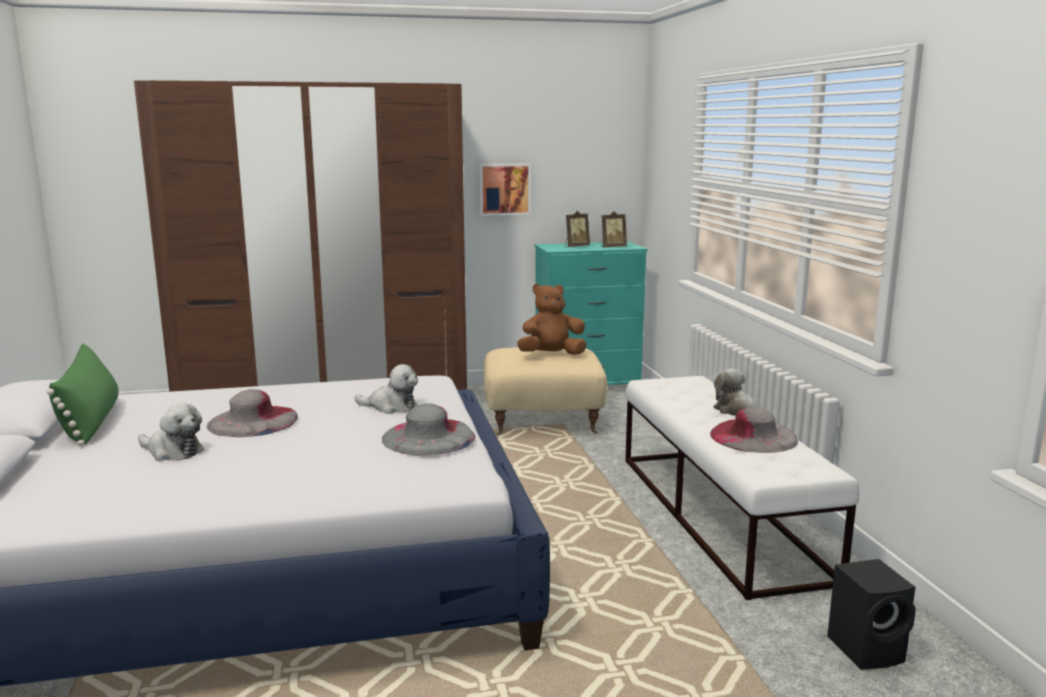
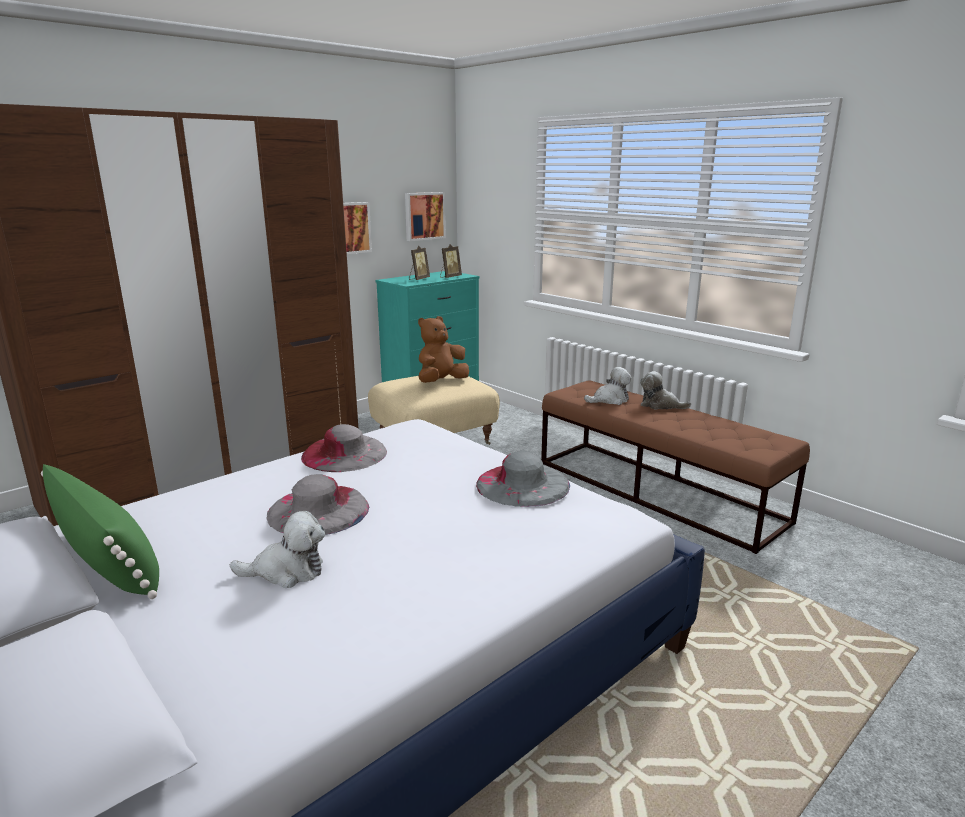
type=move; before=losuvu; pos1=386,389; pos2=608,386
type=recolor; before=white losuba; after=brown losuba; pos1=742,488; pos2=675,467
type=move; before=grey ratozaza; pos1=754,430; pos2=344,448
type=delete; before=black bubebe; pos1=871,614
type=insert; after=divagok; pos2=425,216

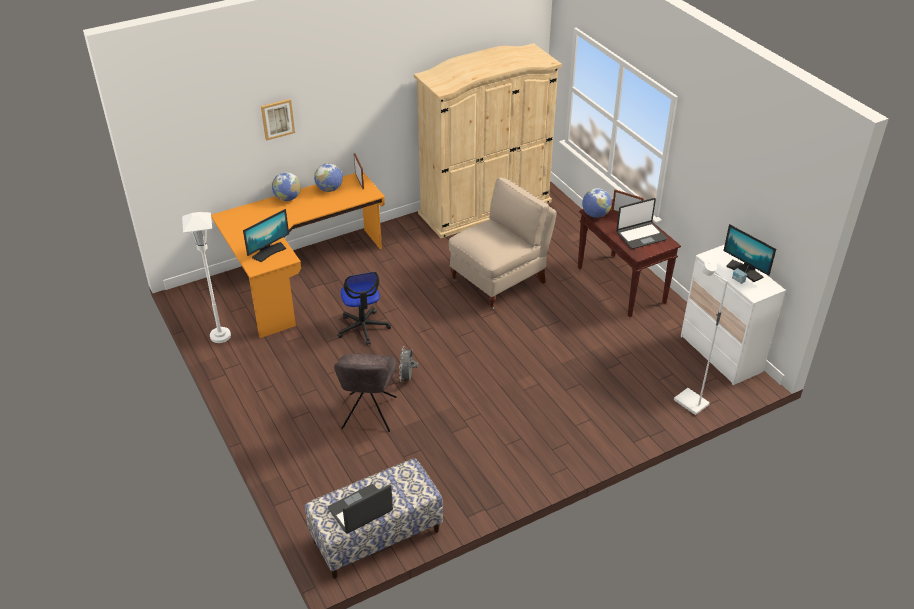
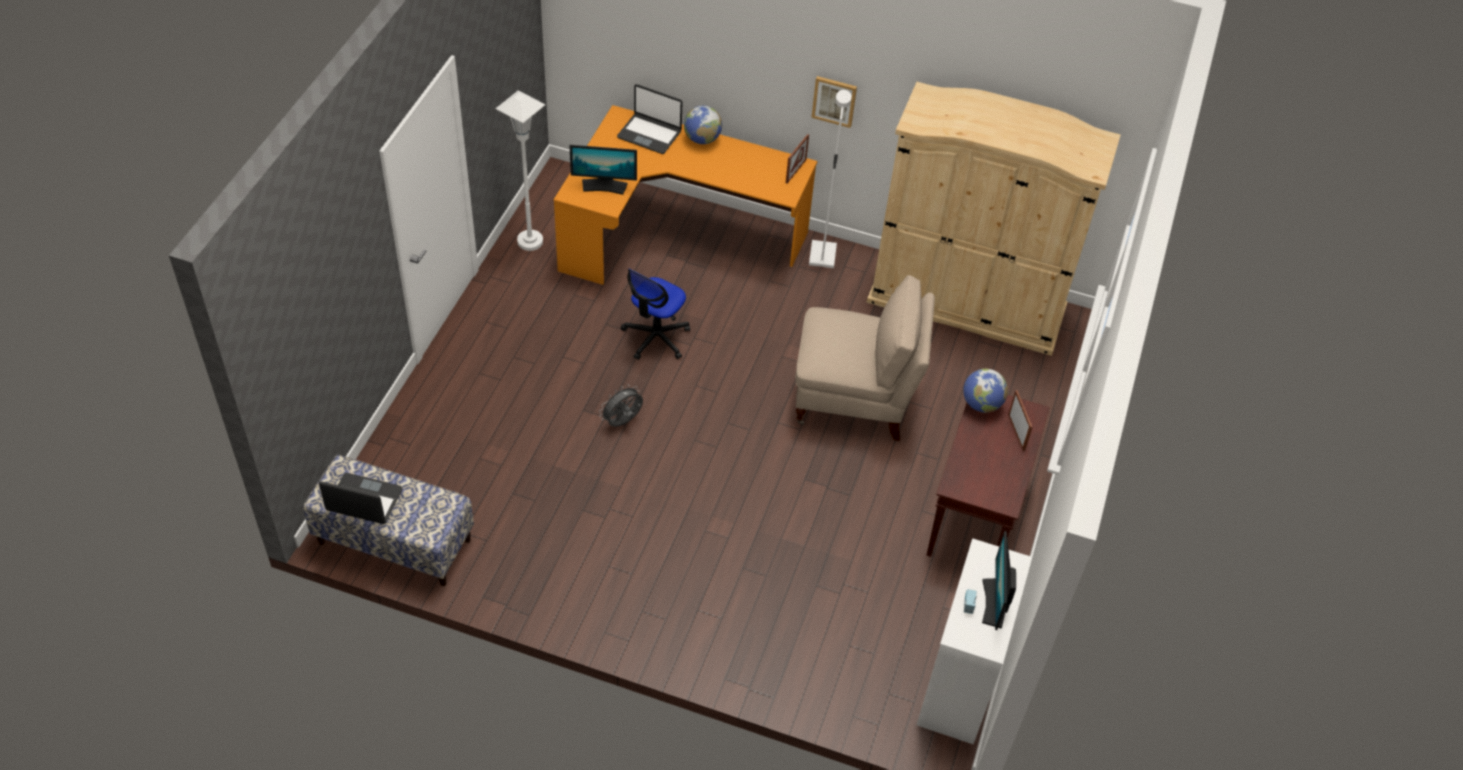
type=move; before=divagok; pos1=278,120; pos2=834,102
type=delete; before=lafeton; pos1=328,177
type=move; before=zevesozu; pos1=641,223; pos2=649,119
type=move; before=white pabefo; pos1=701,337; pos2=830,179
type=delete; before=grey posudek; pos1=365,393

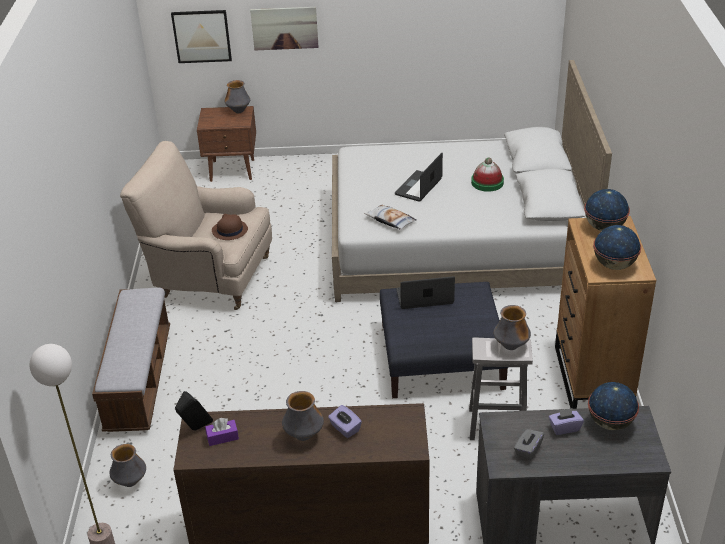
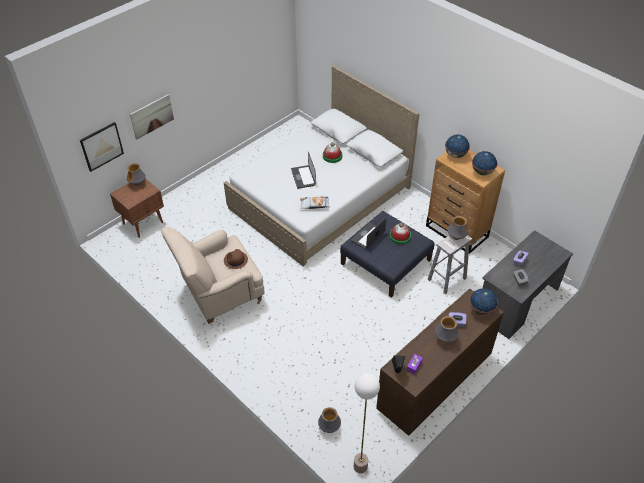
type=delete; before=losuba; pos1=131,360
type=move; before=lafeton; pos1=613,406; pos2=483,302
type=insert; after=ratozaza; pos2=400,234

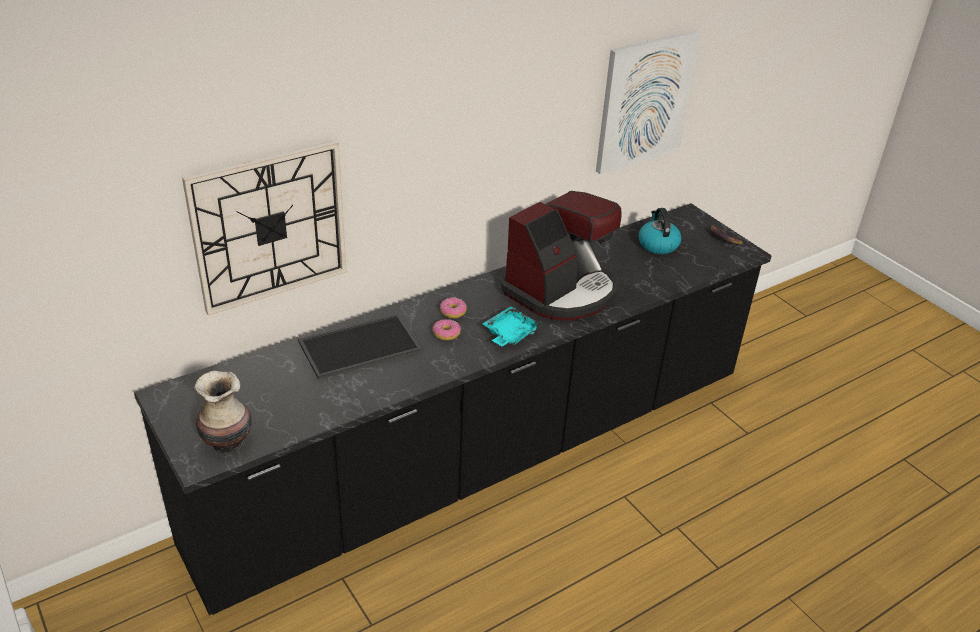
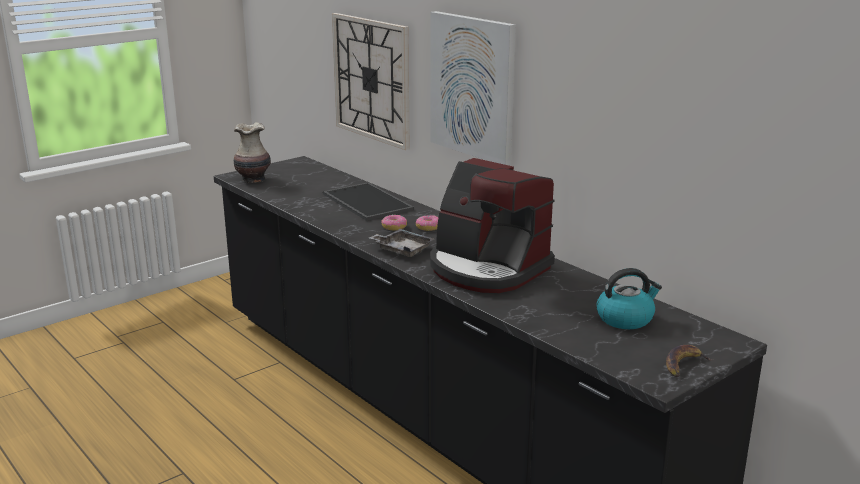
type=move; before=divagok; pos1=648,102; pos2=473,88
type=recolor; before=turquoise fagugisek; after=grey fagugisek; pos1=512,326; pos2=401,243

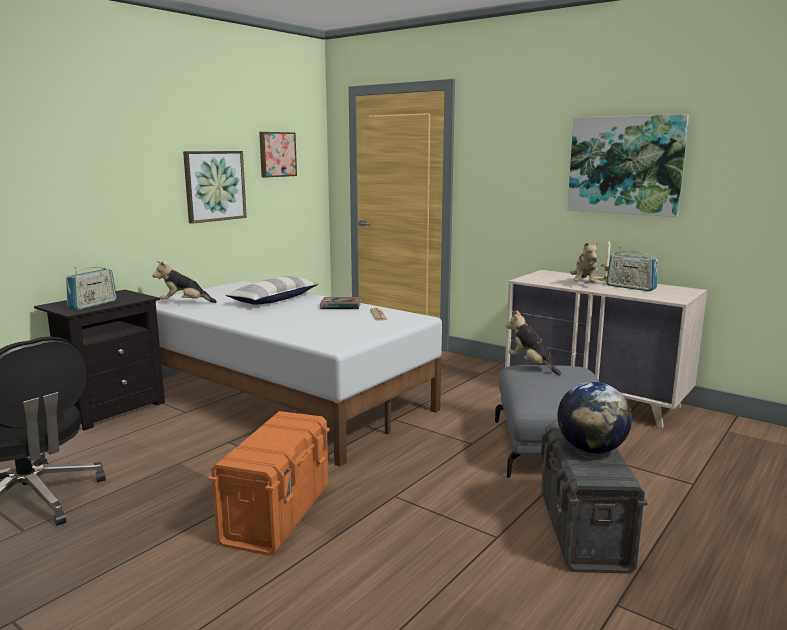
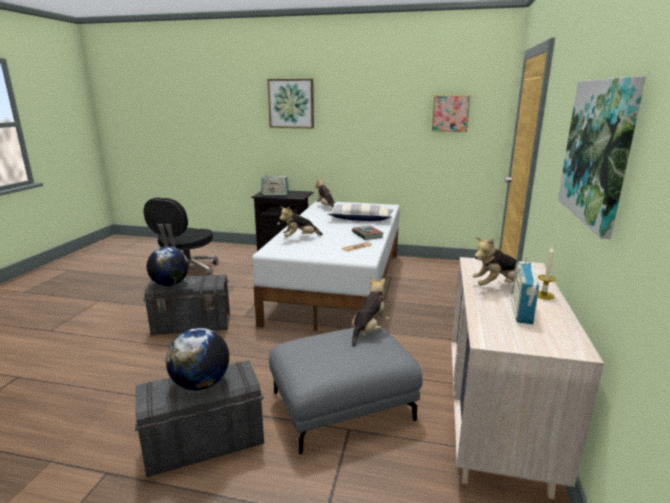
type=move; before=divagok; pos1=215,187; pos2=290,103
type=recolor; before=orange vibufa; after=grey vibufa; pos1=269,483; pos2=186,304
type=insert; after=losuvu; pos2=301,221
type=insert; after=lafeton; pos2=167,266

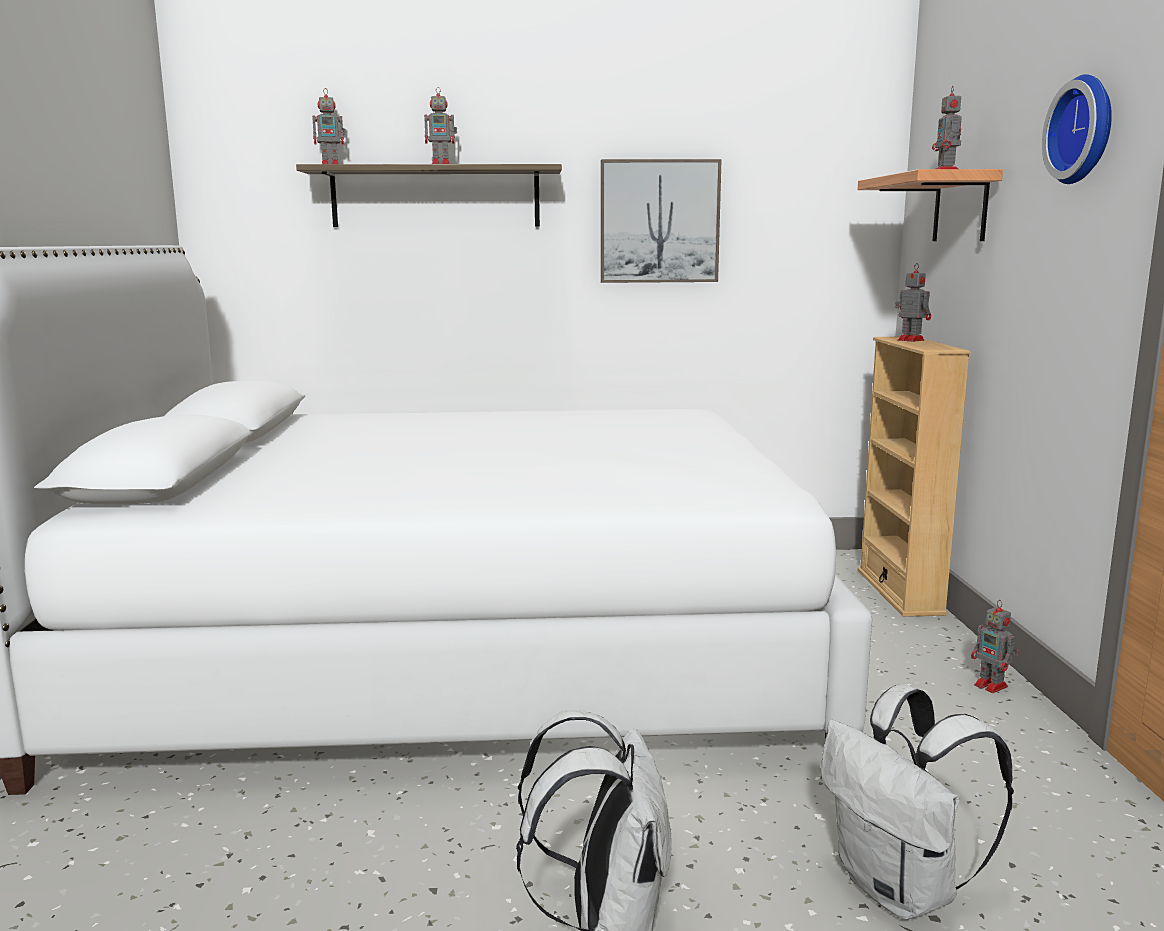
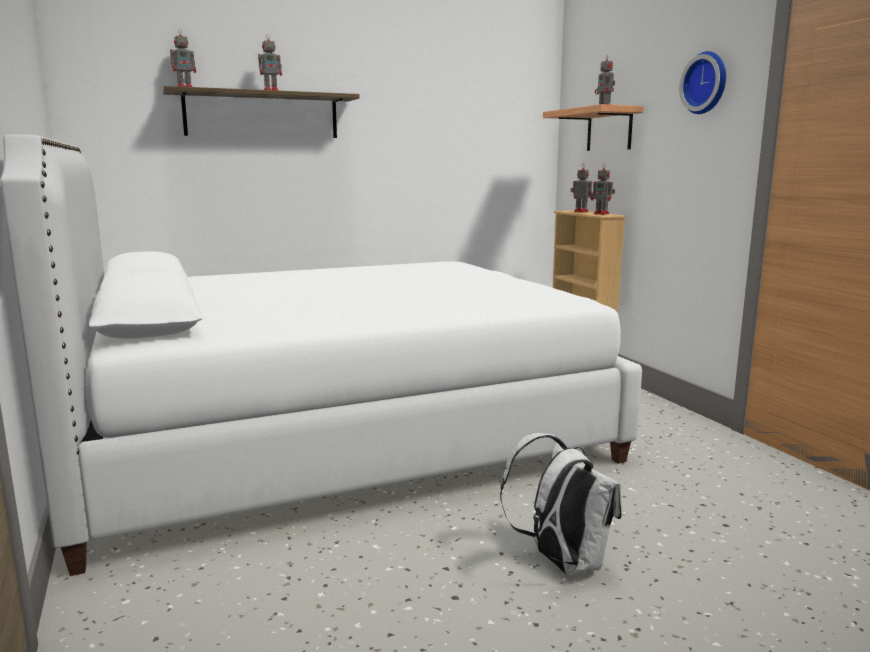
type=delete; before=divagok; pos1=661,221
type=move; before=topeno; pos1=995,646; pos2=603,189
type=delete; before=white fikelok; pos1=917,802

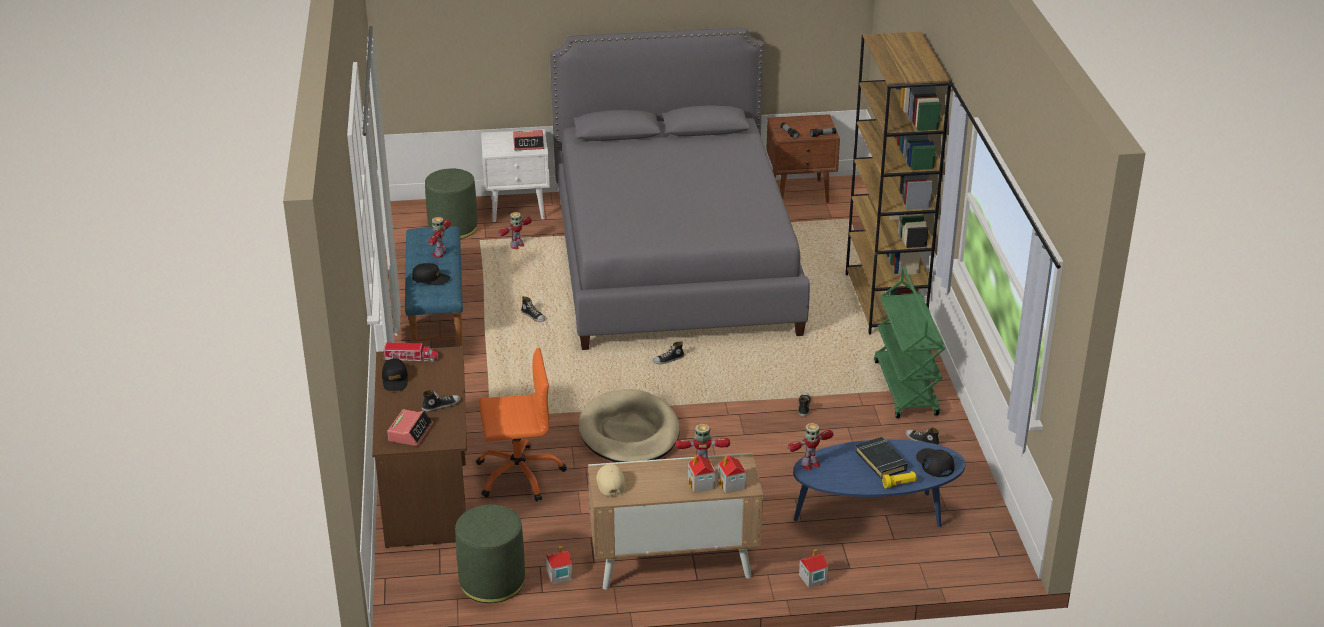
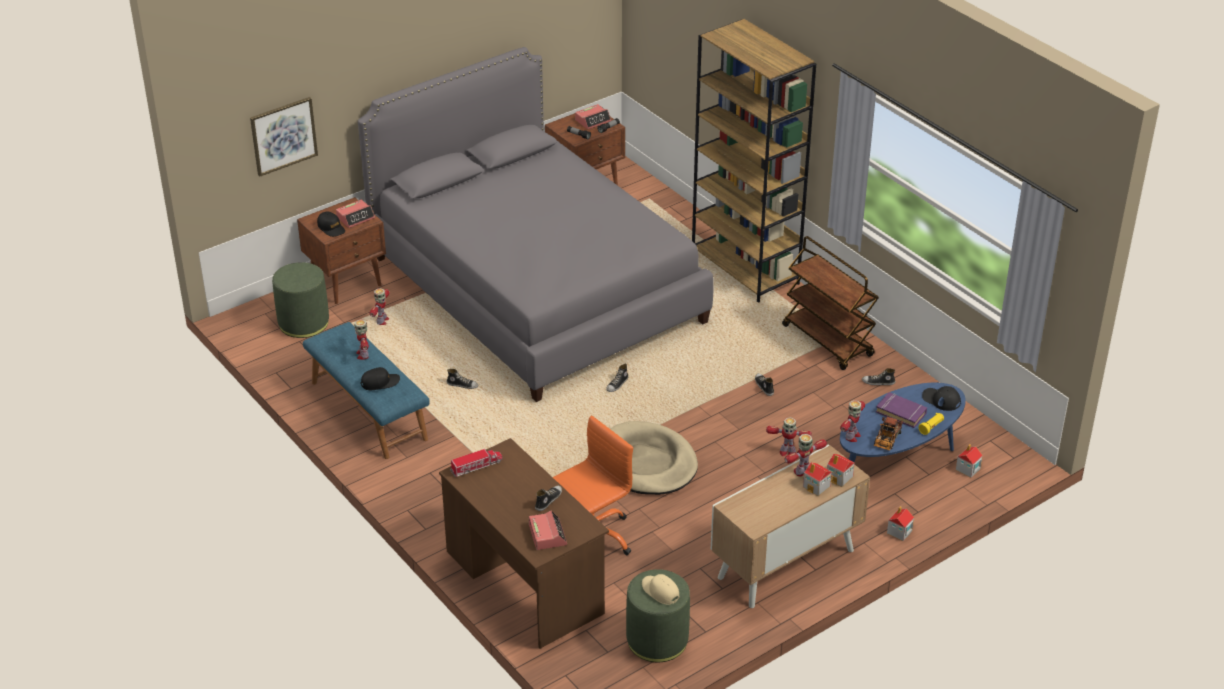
type=recolor; before=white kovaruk; after=brown kovaruk; pos1=515,175; pos2=341,250
type=recolor; before=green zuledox; after=brown zuledox; pos1=909,342; pos2=830,303
type=move; before=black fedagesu; pos1=395,374; pos2=331,224
type=recolor; before=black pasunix; after=purple pasunix; pos1=882,458; pos2=901,410
type=move; before=beige fedagesu; pos1=611,480; pos2=660,589
type=move; before=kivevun; pos1=559,565; pos2=969,461
type=insert; after=divagok; pos2=284,136
type=insert; after=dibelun; pos2=593,116
type=insert; after=topeno; pos2=789,436
type=insert; after=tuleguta; pos2=888,433

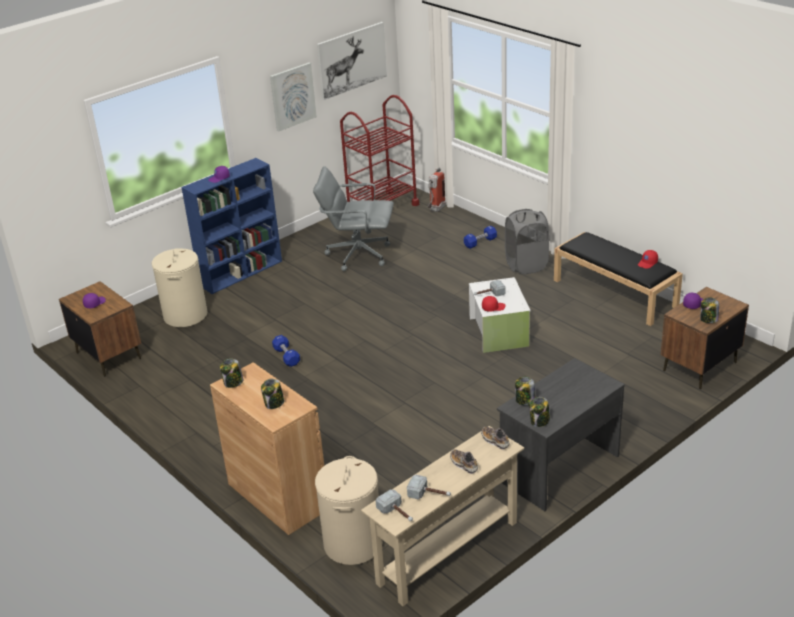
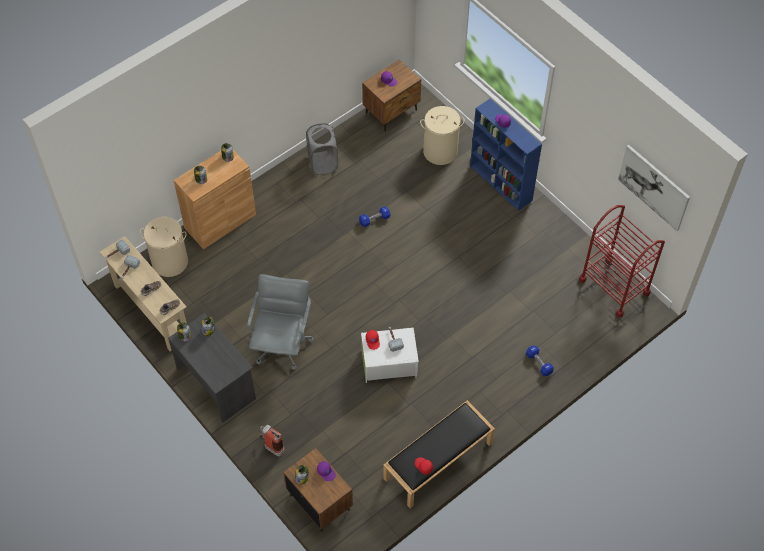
type=delete; before=divagok; pos1=293,97
type=move; before=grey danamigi; pos1=353,218; pos2=281,322
type=move; before=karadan; pos1=437,189; pos2=272,441
type=move; before=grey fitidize; pos1=527,241; pos2=322,149

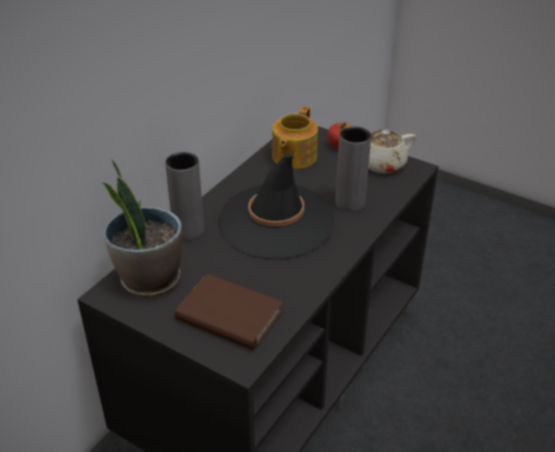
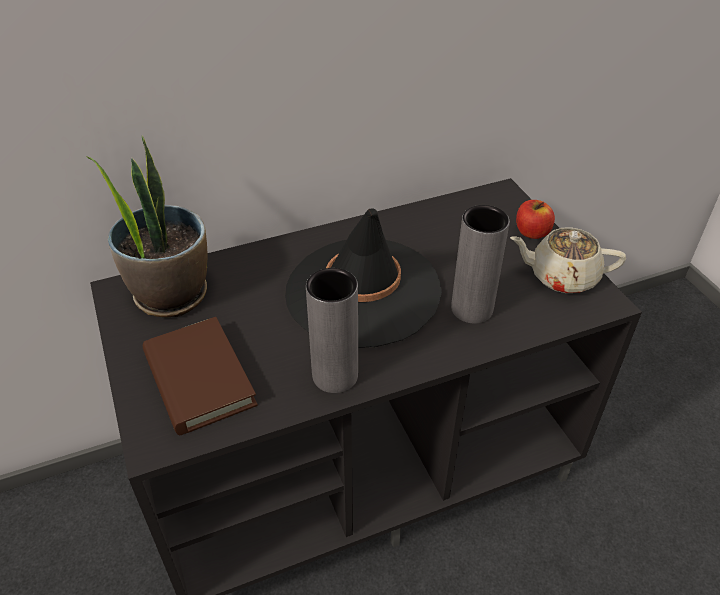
type=delete; before=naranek; pos1=295,137
type=move; before=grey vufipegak; pos1=184,196; pos2=332,330

